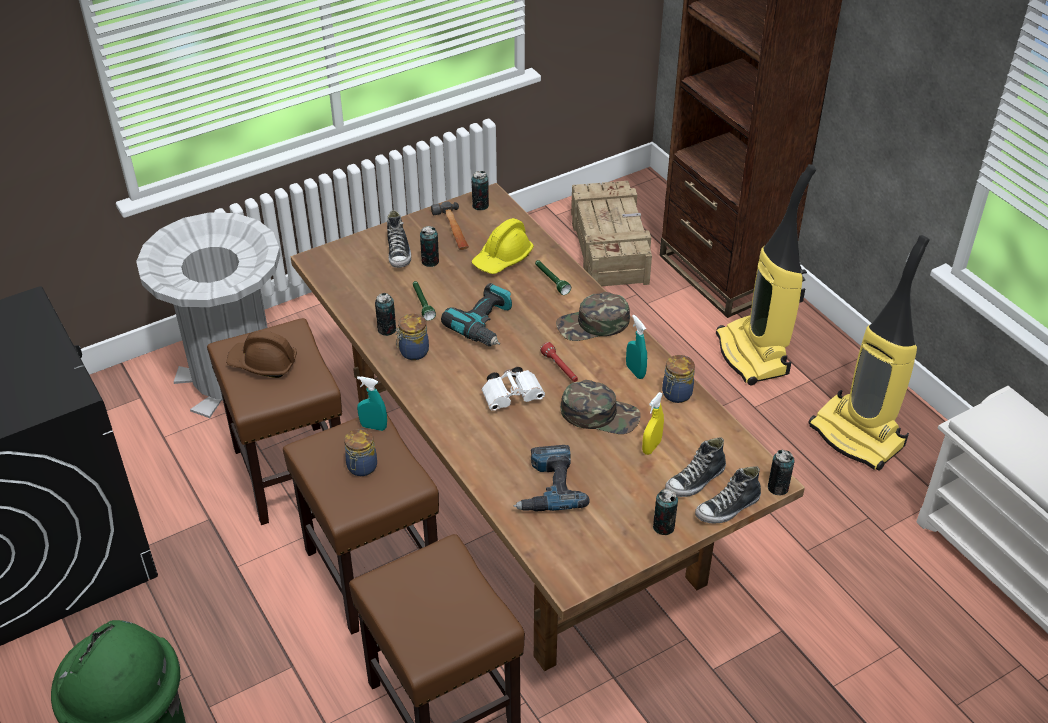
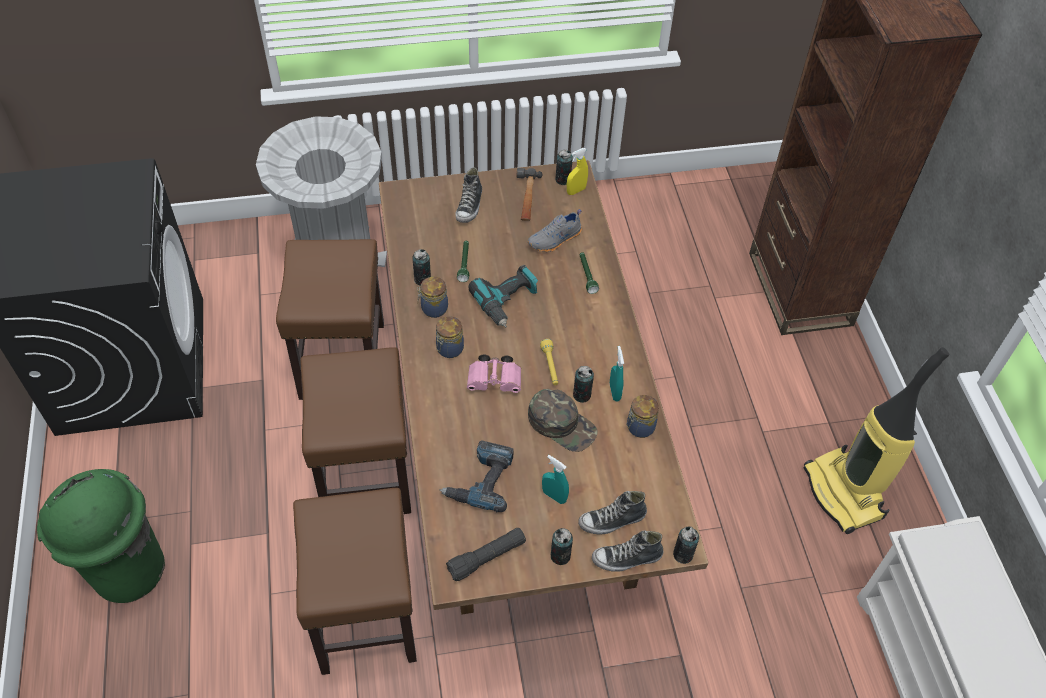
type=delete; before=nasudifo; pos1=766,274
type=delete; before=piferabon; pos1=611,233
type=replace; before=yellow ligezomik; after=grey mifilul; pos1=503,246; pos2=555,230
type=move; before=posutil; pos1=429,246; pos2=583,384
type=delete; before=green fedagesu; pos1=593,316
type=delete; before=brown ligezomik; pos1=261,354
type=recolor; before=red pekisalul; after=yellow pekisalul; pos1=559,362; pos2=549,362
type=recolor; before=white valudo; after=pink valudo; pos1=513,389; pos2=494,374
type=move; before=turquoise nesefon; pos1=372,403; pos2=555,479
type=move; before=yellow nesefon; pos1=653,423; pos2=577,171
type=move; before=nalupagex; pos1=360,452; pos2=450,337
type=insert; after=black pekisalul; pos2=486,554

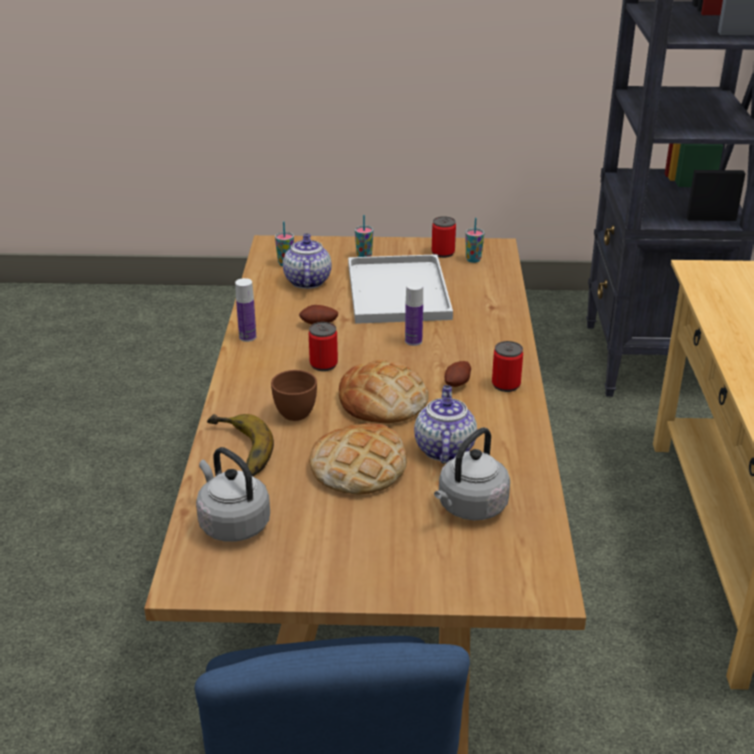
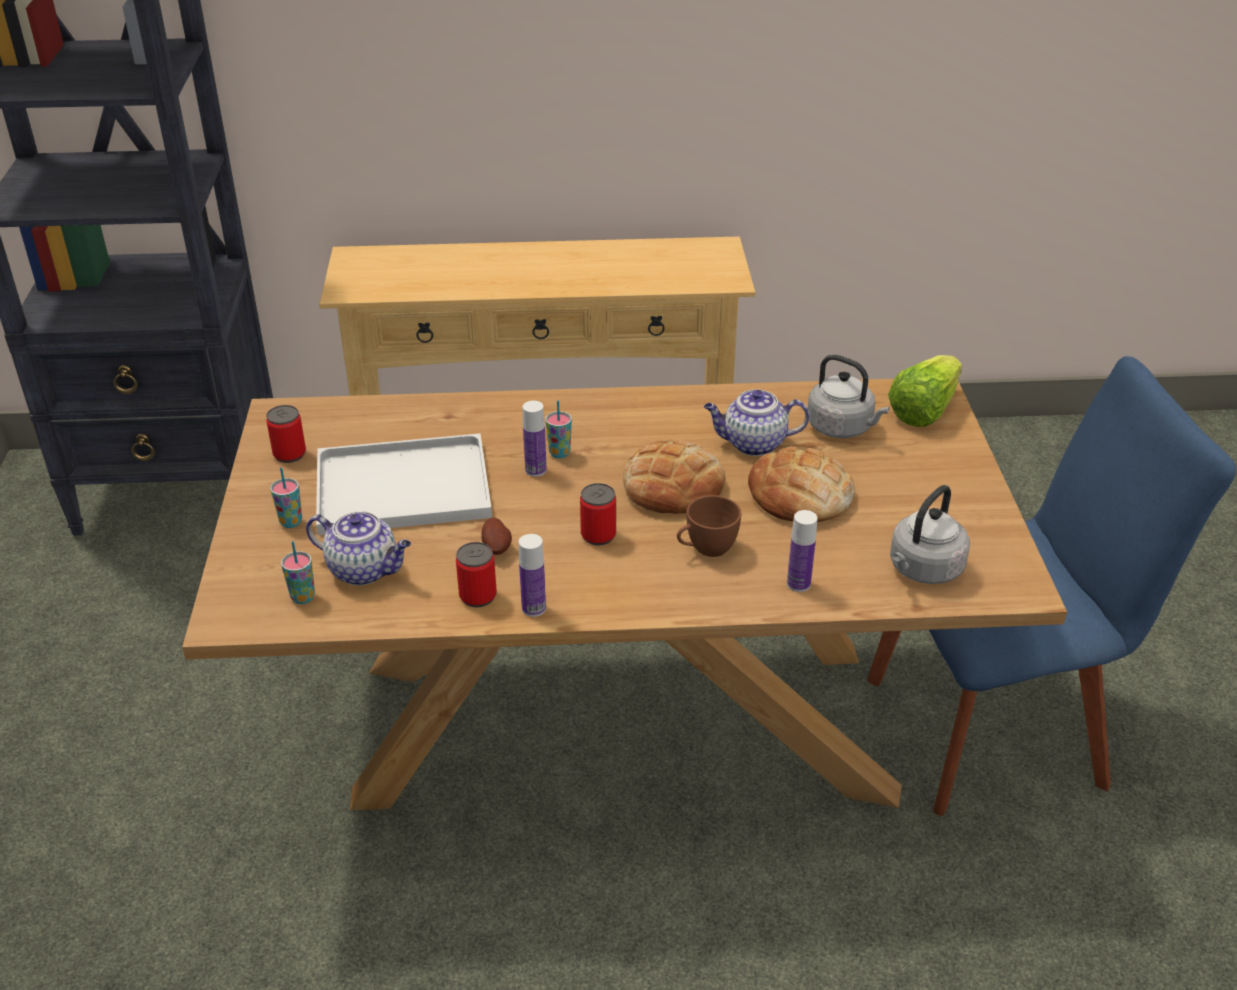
type=move; before=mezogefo; pos1=474,240; pos2=559,429
type=rotate; before=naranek; pos1=307,261; pos2=358,548; turn=-150
type=move; before=posutil; pos1=507,366; pos2=476,574
type=delete; before=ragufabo; pos1=458,374
type=replace; before=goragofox; after=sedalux; pos1=240,445; pos2=802,551
type=insert; after=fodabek; pos2=925,391

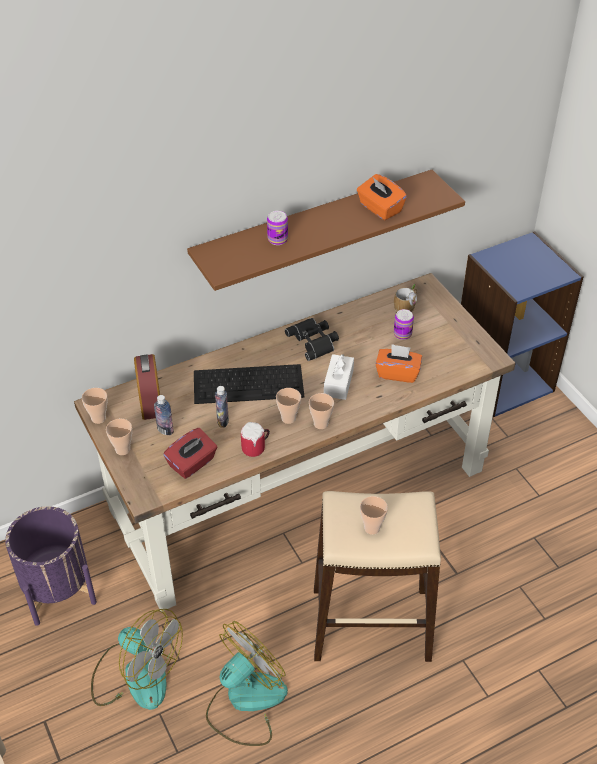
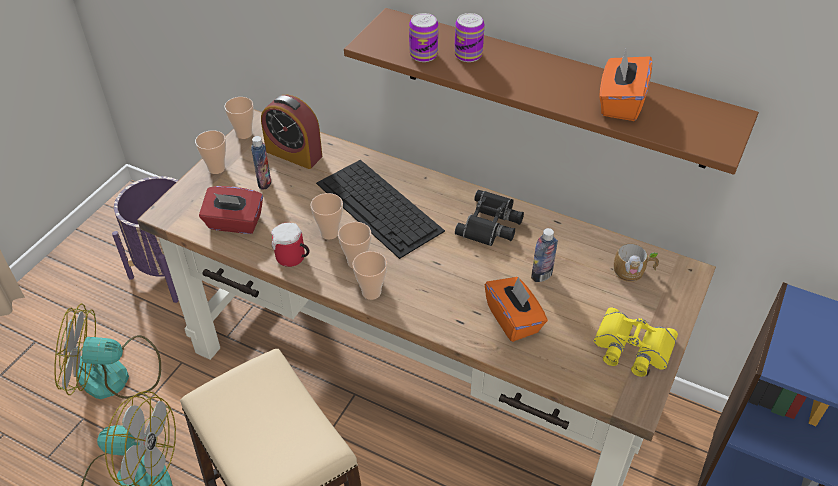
type=move; before=posutil; pos1=404,324; pos2=423,37
type=rotate; before=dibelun; pos1=147,387; pos2=291,132; turn=75
type=delete; before=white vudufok; pos1=339,377
type=move; before=sedalux; pos1=222,407; pos2=544,255
type=move; before=mezogefo; pos1=374,515; pos2=327,216
type=rotate; before=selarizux; pos1=137,659; pos2=107,351; turn=90
type=insert; after=yellow valudo; pos2=636,342

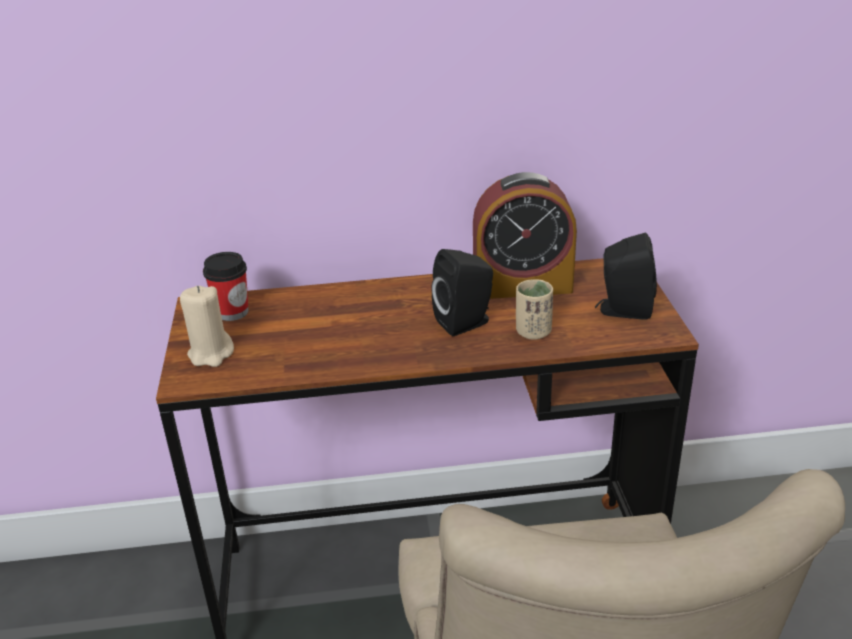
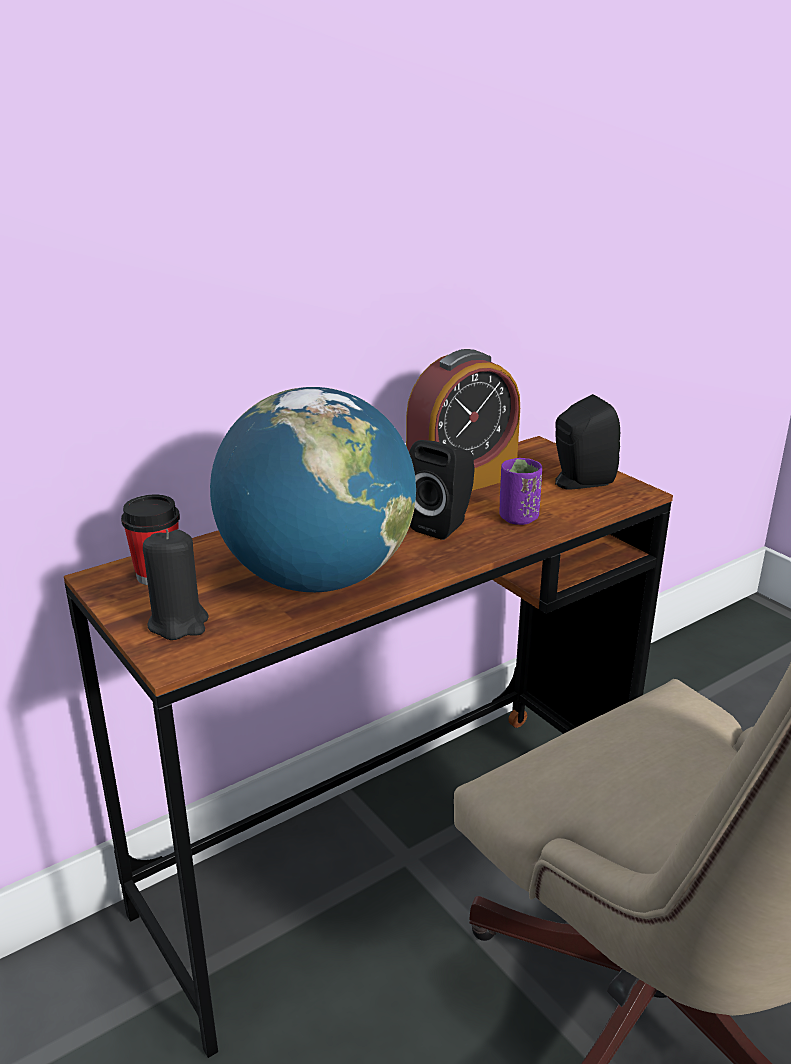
type=recolor; before=beige mezogefo; after=purple mezogefo; pos1=534,309; pos2=521,491
type=recolor; before=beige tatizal; after=black tatizal; pos1=207,326; pos2=176,584
type=insert; after=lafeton; pos2=313,489

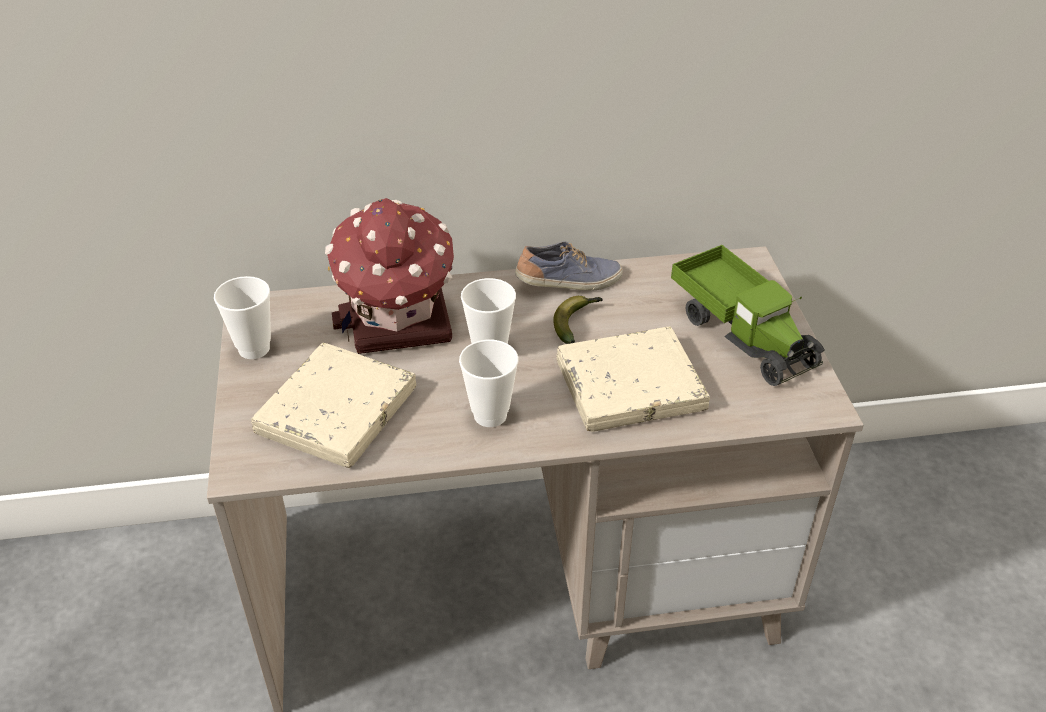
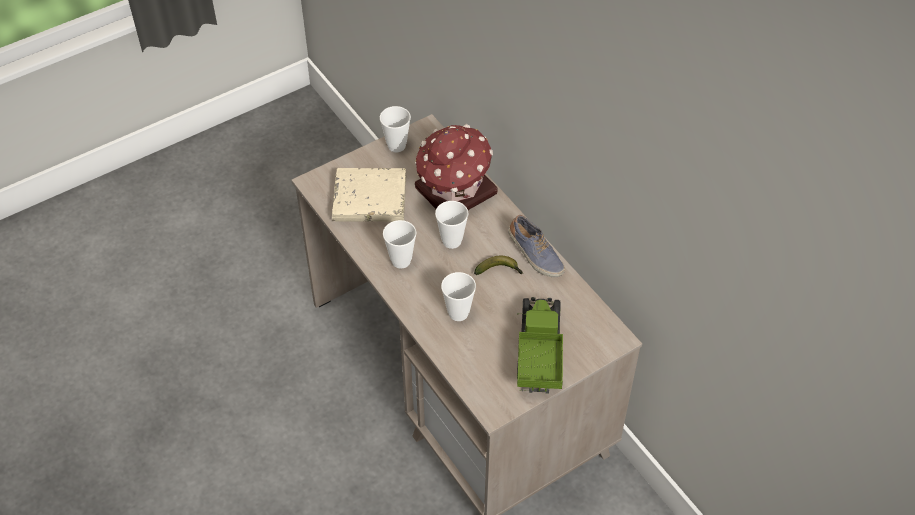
type=rotate; before=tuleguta; pos1=748,315; pos2=540,345; turn=150
type=replace; before=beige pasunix; after=mezogefo; pos1=633,379; pos2=458,296

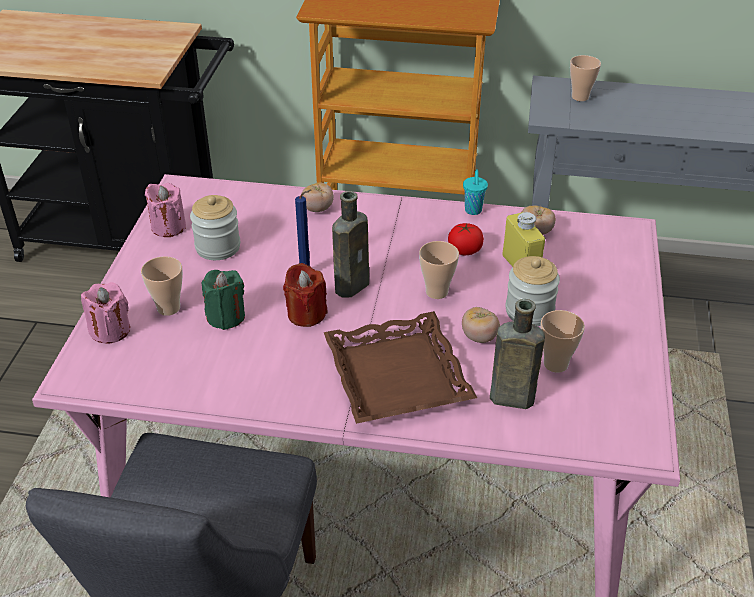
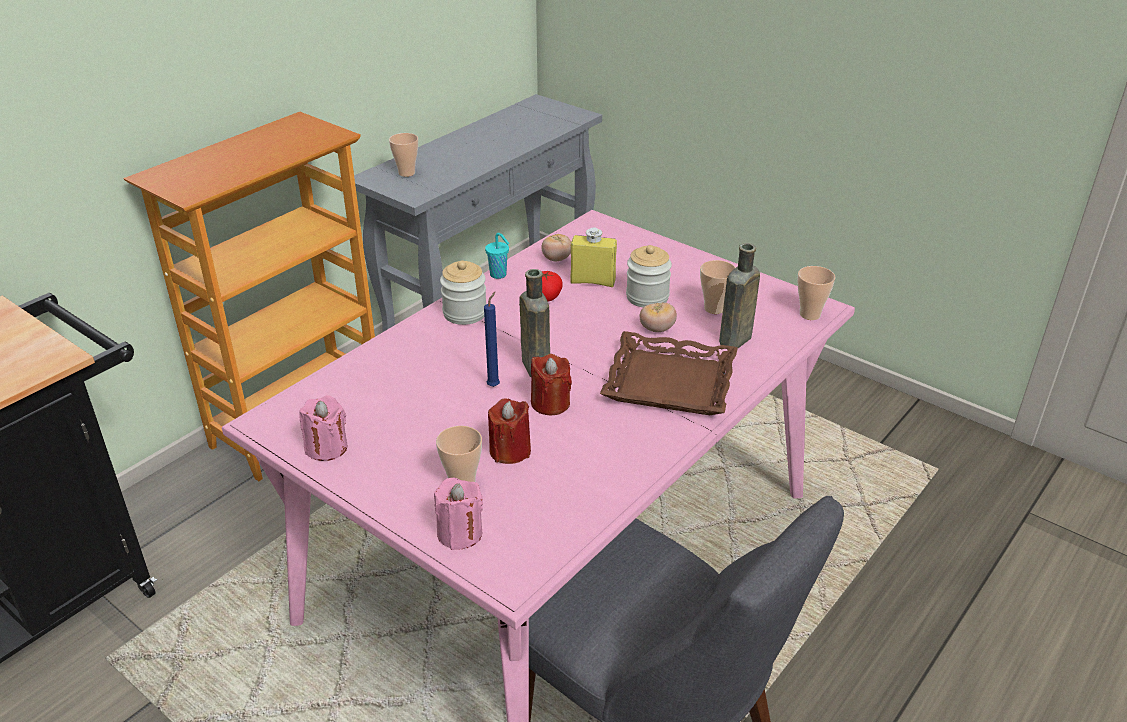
type=delete; before=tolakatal; pos1=317,197
type=move; before=nalupagex; pos1=215,227; pos2=463,292
type=move; before=mezogefo; pos1=439,270; pos2=816,293
type=recolor; before=green tatizal; after=red tatizal; pos1=223,300; pos2=509,431

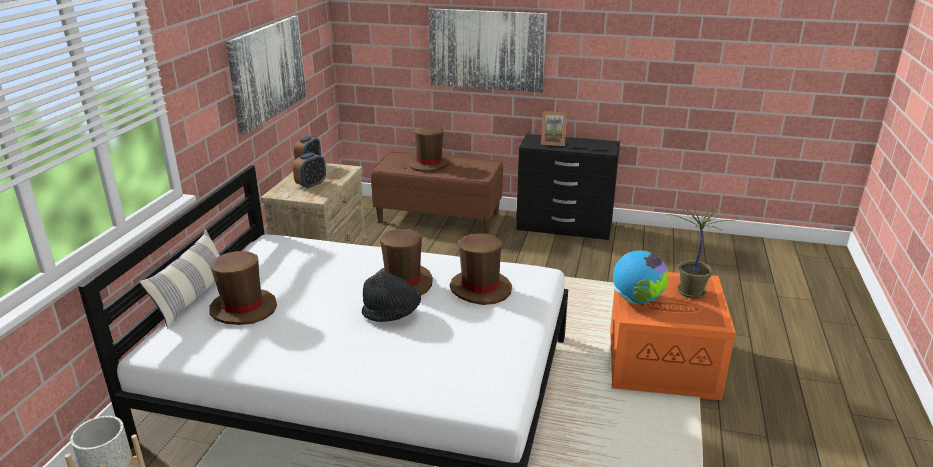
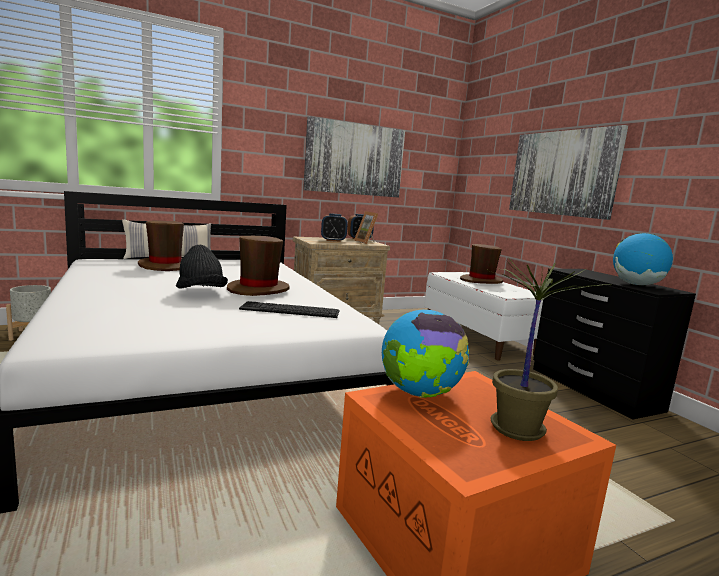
type=move; before=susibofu; pos1=554,128; pos2=366,227
type=recolor; before=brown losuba; after=white losuba; pos1=437,193; pos2=483,316
type=replace; before=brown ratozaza; after=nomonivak; pos1=481,269; pos2=289,309
type=insert; after=lafeton; pos2=643,259

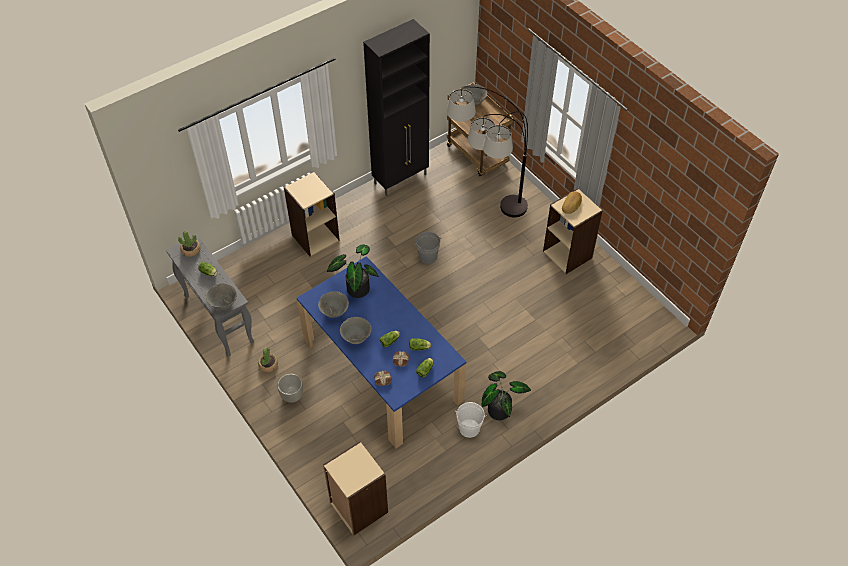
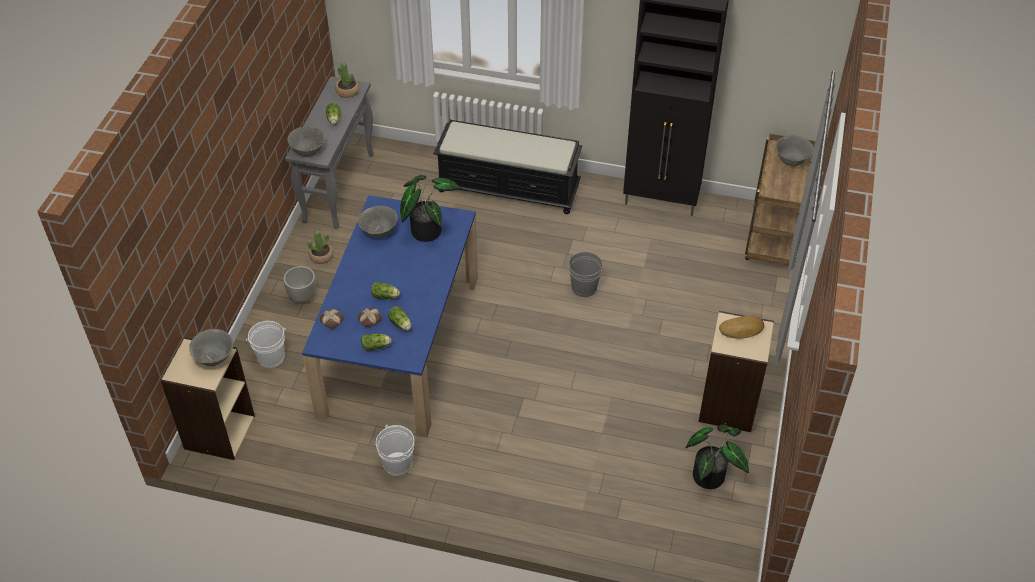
type=delete; before=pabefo; pos1=487,152
type=replace; before=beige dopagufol; after=black losuba; pos1=312,214; pos2=507,167
type=move; before=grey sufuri; pos1=355,330; pos2=211,347
type=move; before=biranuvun; pos1=506,395; pos2=717,457
type=insert; after=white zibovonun; pos2=266,344

